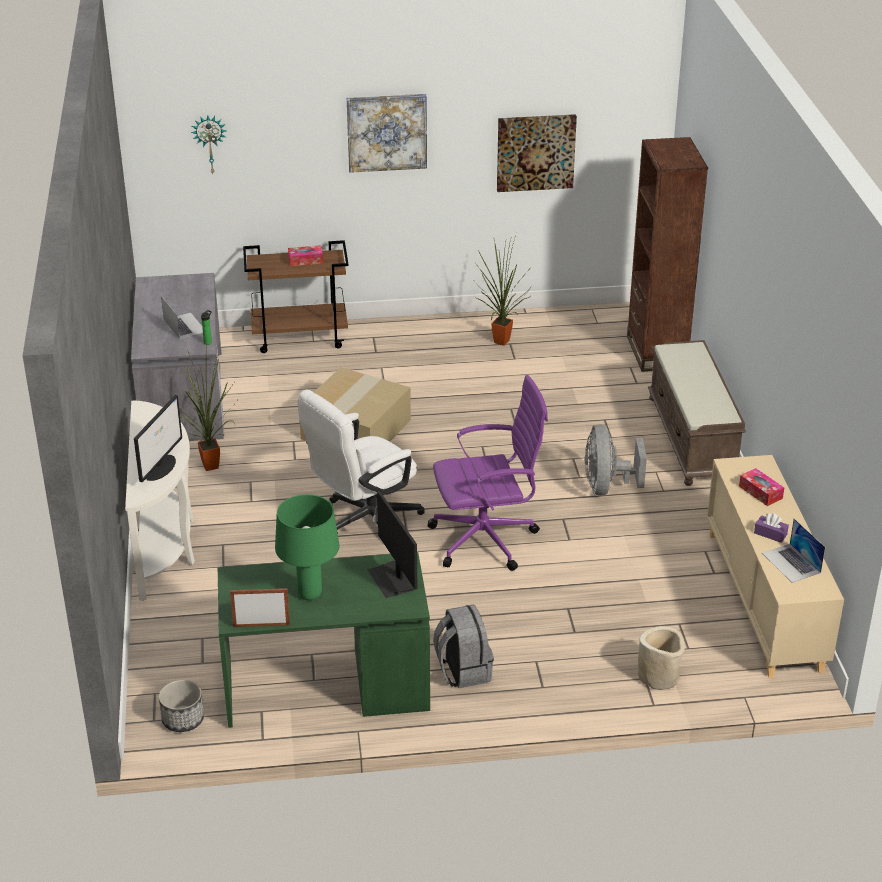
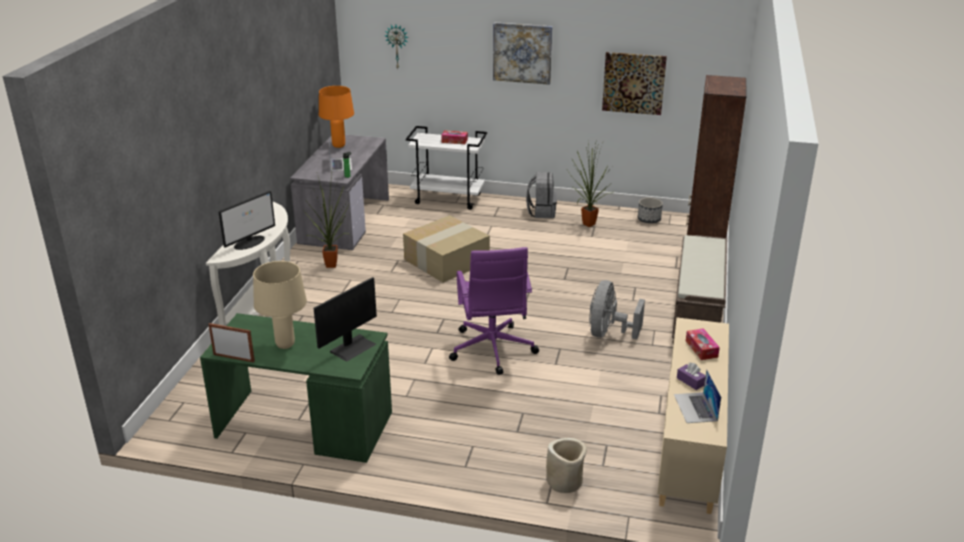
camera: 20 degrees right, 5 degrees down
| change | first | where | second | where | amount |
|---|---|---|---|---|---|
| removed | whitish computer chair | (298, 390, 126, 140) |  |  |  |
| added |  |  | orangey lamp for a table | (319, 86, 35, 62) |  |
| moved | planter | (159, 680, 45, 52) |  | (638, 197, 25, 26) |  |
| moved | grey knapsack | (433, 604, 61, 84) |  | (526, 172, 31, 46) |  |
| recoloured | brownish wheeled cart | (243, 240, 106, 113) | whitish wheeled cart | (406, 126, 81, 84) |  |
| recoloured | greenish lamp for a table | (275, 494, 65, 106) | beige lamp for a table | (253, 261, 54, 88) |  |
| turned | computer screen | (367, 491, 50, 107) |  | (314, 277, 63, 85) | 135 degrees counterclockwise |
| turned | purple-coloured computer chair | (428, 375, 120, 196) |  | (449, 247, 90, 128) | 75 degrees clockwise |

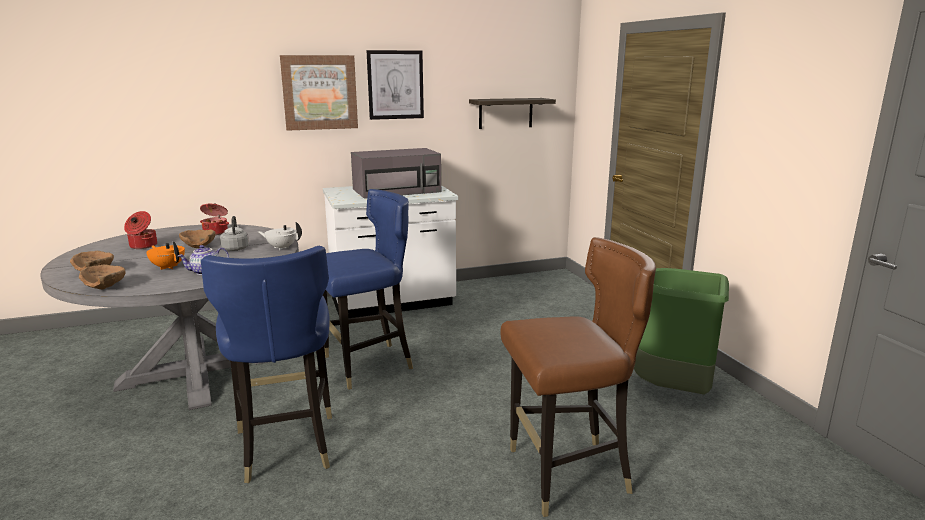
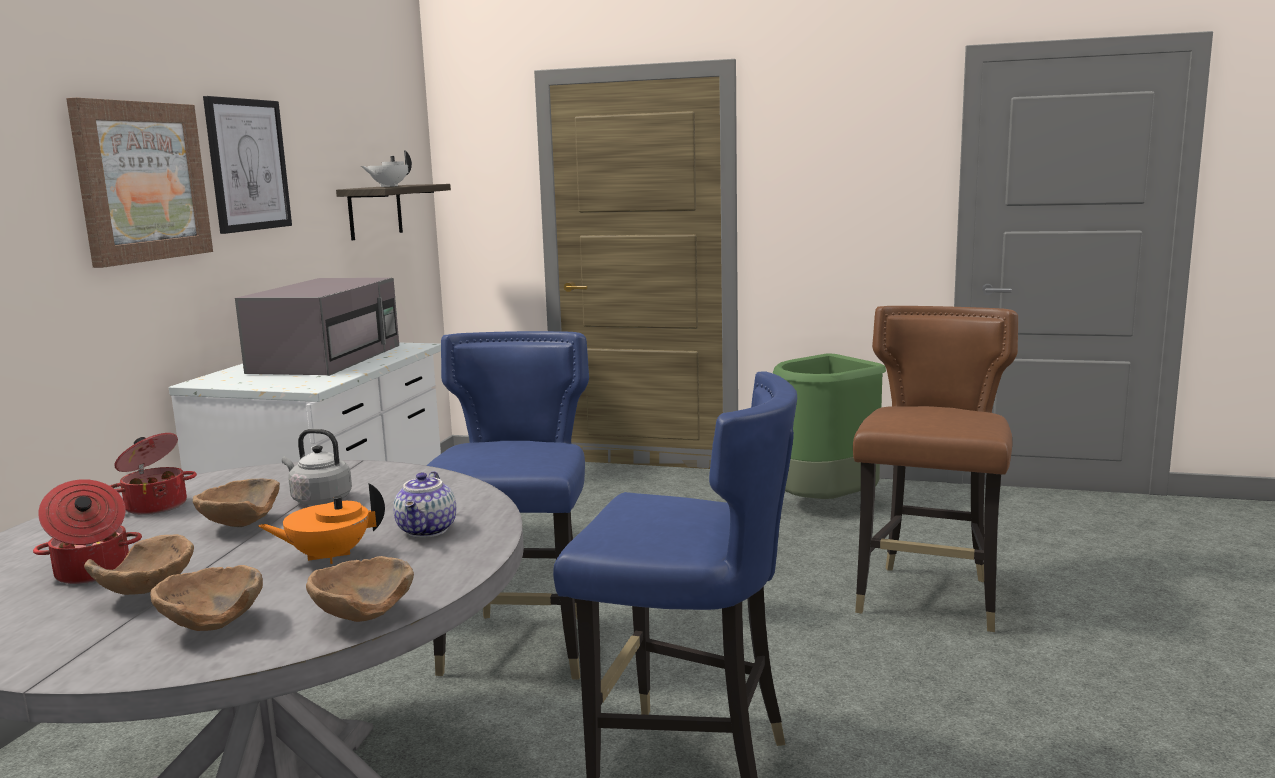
camera: 55 degrees left, 5 degrees down
| change | first | where | second | where | amount |
|---|---|---|---|---|---|
| added |  |  | brownish deep dish | (84, 534, 110, 61) |  |
| moved | whitish pot for tea | (257, 222, 45, 28) |  | (361, 150, 51, 37) |  |

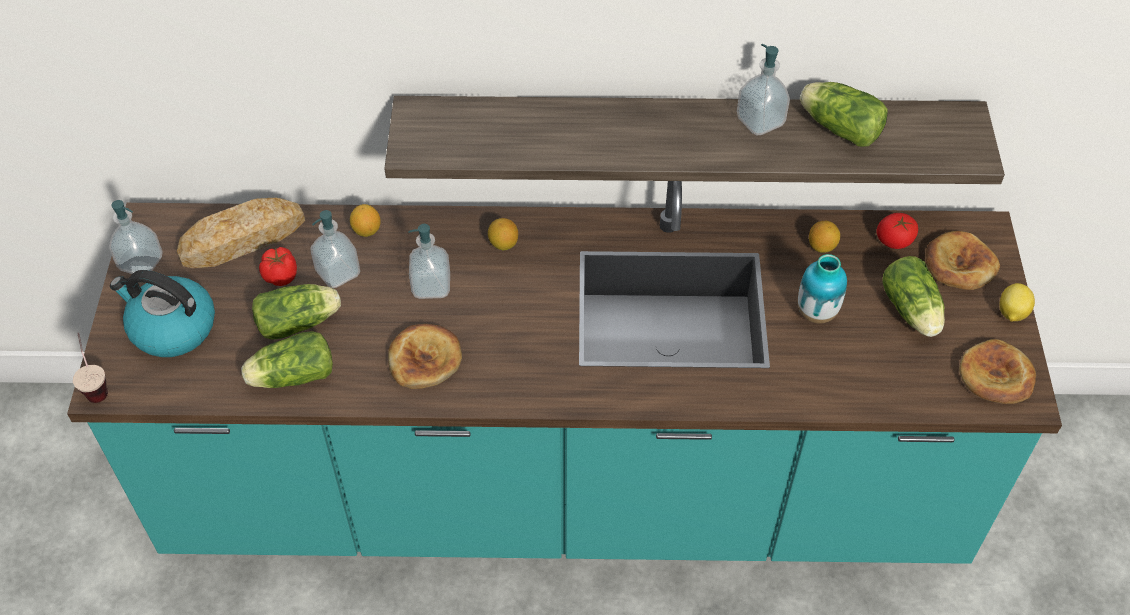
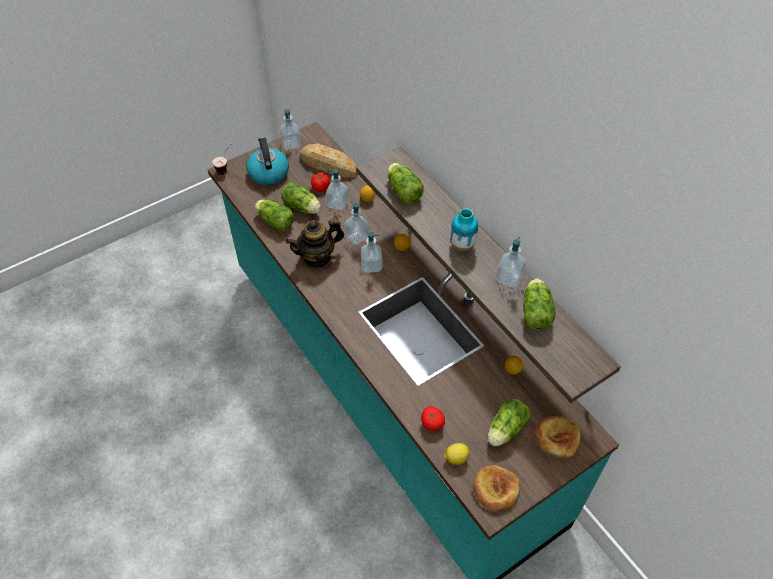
camera: 55 degrees right, 0 degrees up
| change | first | where | second | where | amount |
|---|---|---|---|---|---|
| added |  |  | liquid soap bottle | (361, 232, 21, 41) |  |
| added |  |  | head of lettuce | (387, 163, 37, 41) |  |
| moved | flower vase | (798, 254, 49, 70) |  | (451, 208, 27, 43) |  |
| moved | whole tomato | (876, 213, 42, 36) |  | (421, 406, 24, 25) |  |
| moved | whole lemon | (1000, 283, 35, 39) |  | (444, 443, 26, 22) |  |
| replaced | baked bread | (388, 324, 74, 65) | pot for tea | (286, 218, 58, 50) |  |

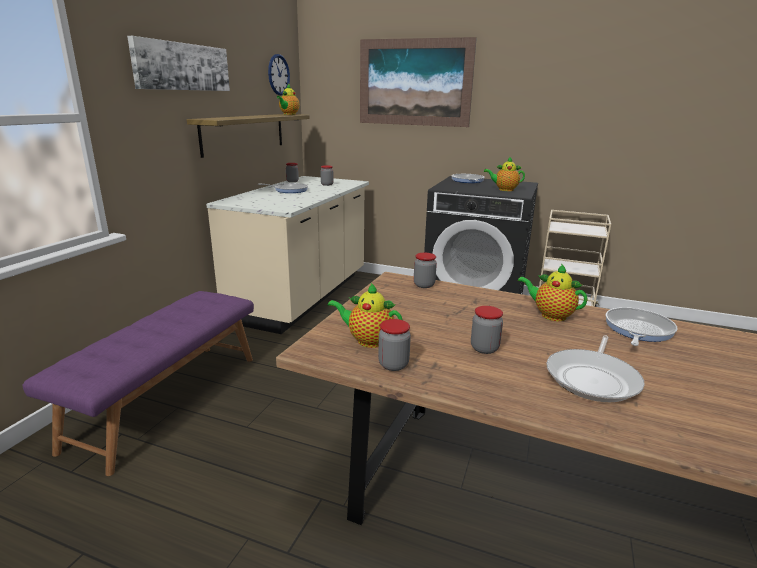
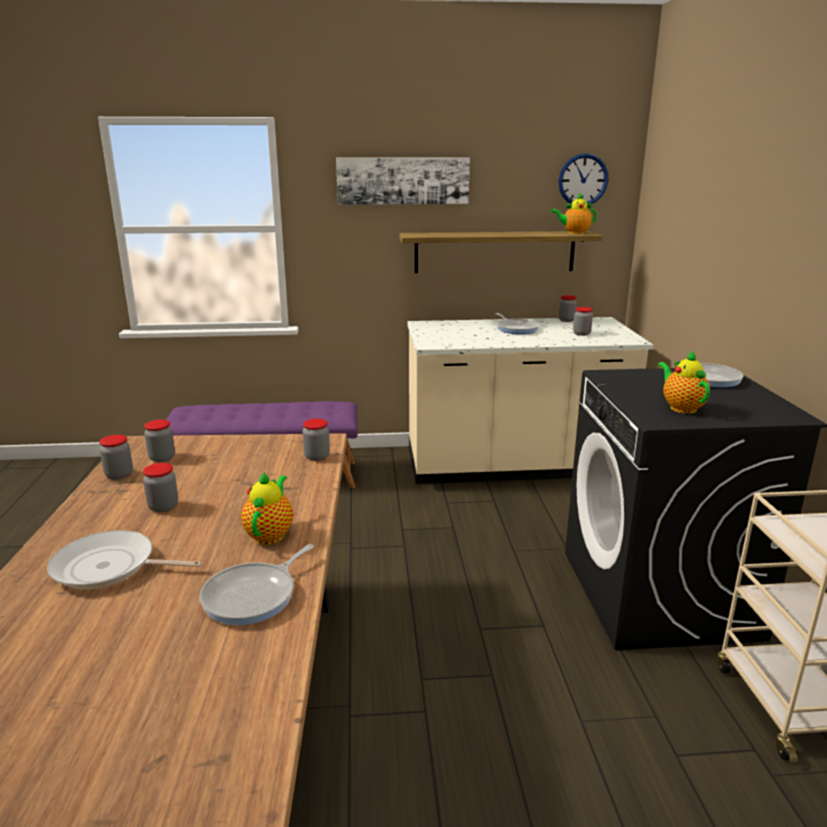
camera: 65 degrees right, 0 degrees up
| change | first | where | second | where | amount |
|---|---|---|---|---|---|
| removed | picture | (360, 37, 117, 90) |  |  |  |
| replaced | pot for tea | (328, 283, 74, 65) | preserve jar | (144, 420, 31, 42) |  |
| turned | skillet | (606, 307, 72, 39) |  | (200, 544, 114, 81) | 120 degrees clockwise |

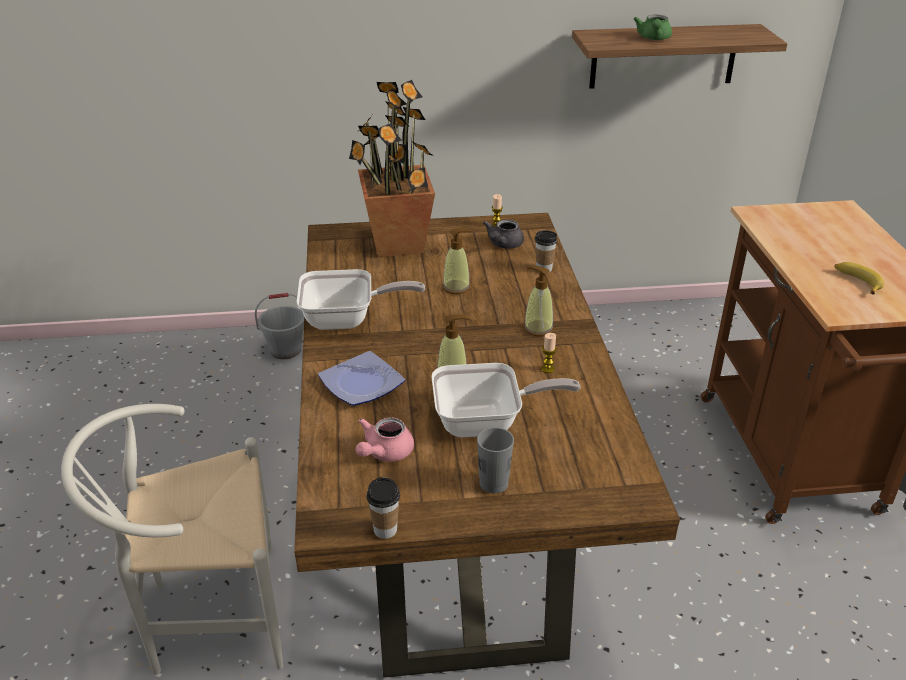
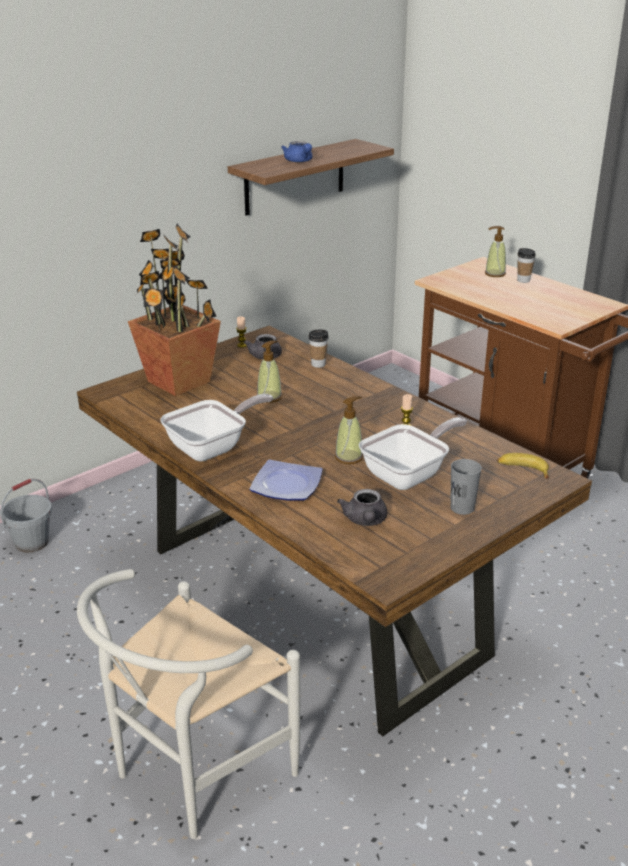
camera: 35 degrees left, 5 degrees down
| change | first | where | second | where | amount |
|---|---|---|---|---|---|
| moved | small cup | (367, 477, 33, 62) |  | (517, 248, 19, 35) |  |
| moved | liquid soap bottle | (524, 266, 29, 70) |  | (485, 226, 21, 51) |  |
| moved | whole banana | (835, 262, 49, 33) |  | (497, 453, 52, 25) |  |
| recoloured | pink-coloured pot for tea | (356, 417, 58, 45) | grey pot for tea | (337, 489, 50, 37) |  |
| recoloured | greenish pot for tea | (634, 15, 38, 25) | blue pot for tea | (281, 141, 32, 21) |  |

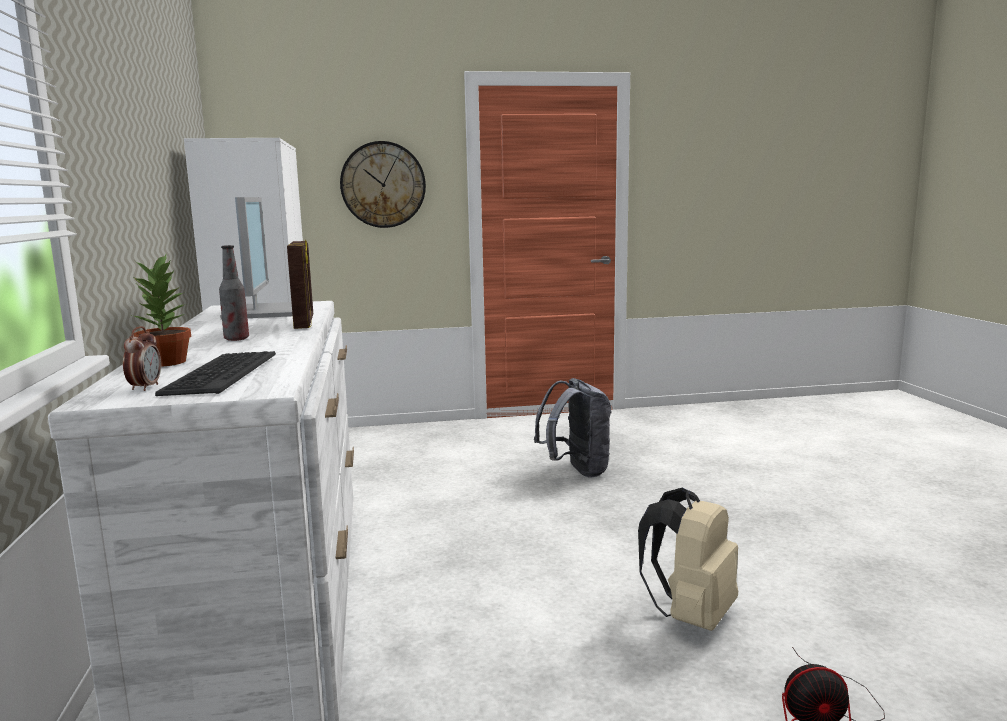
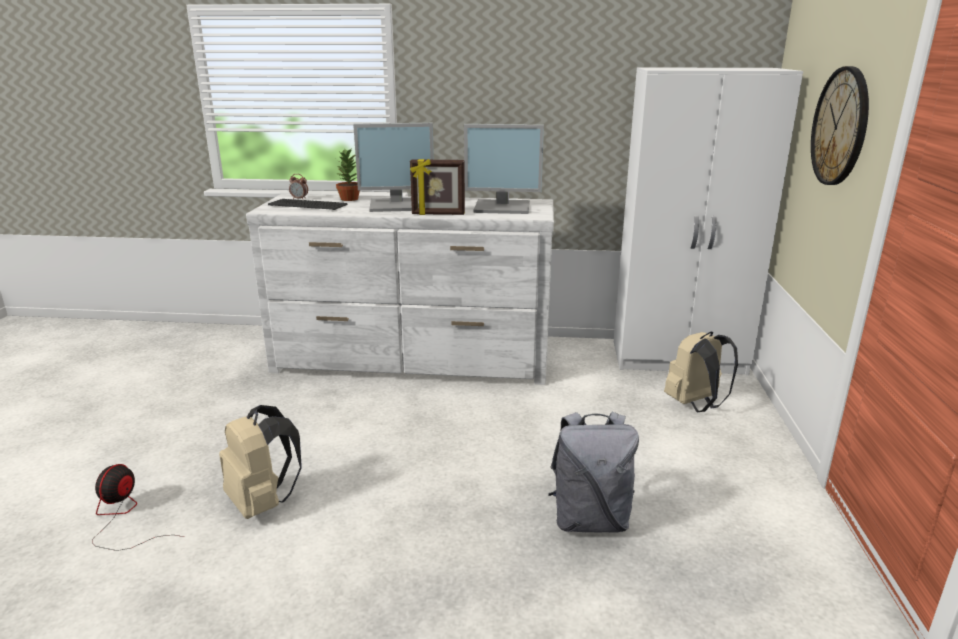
camera: 105 degrees right, 10 degrees up
| change | first | where | second | where | amount |
|---|---|---|---|---|---|
| added |  |  | beige knapsack | (664, 332, 74, 80) |  |
| replaced | beverage bottle | (219, 245, 30, 96) | computer screen | (353, 123, 81, 89) |  |

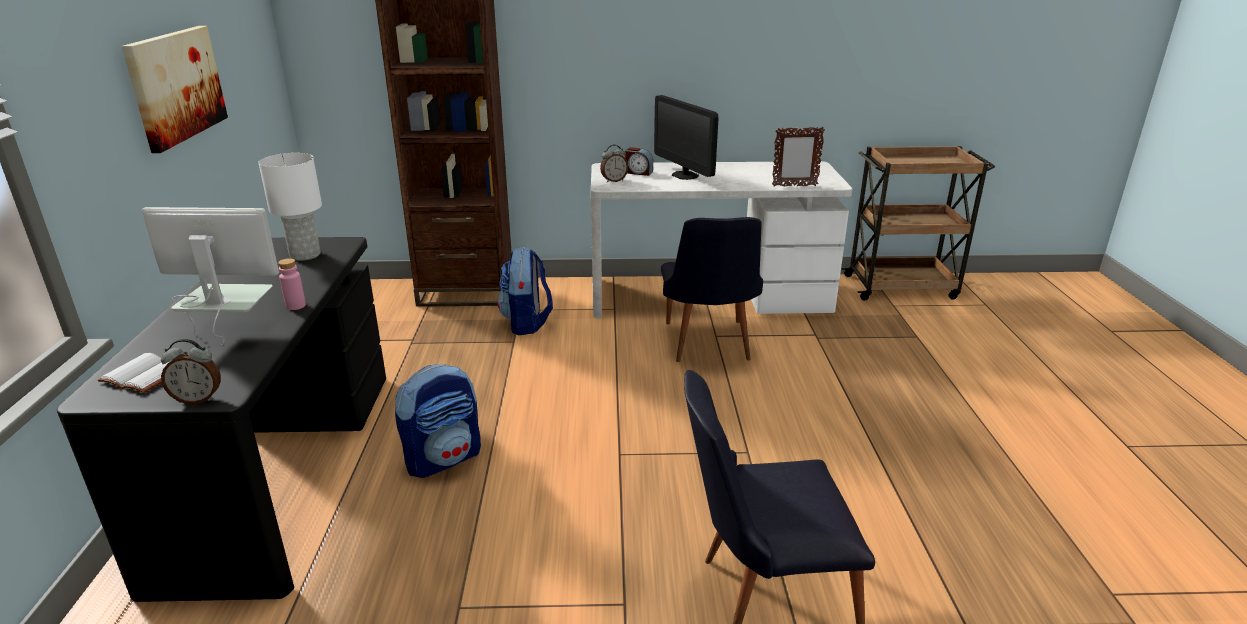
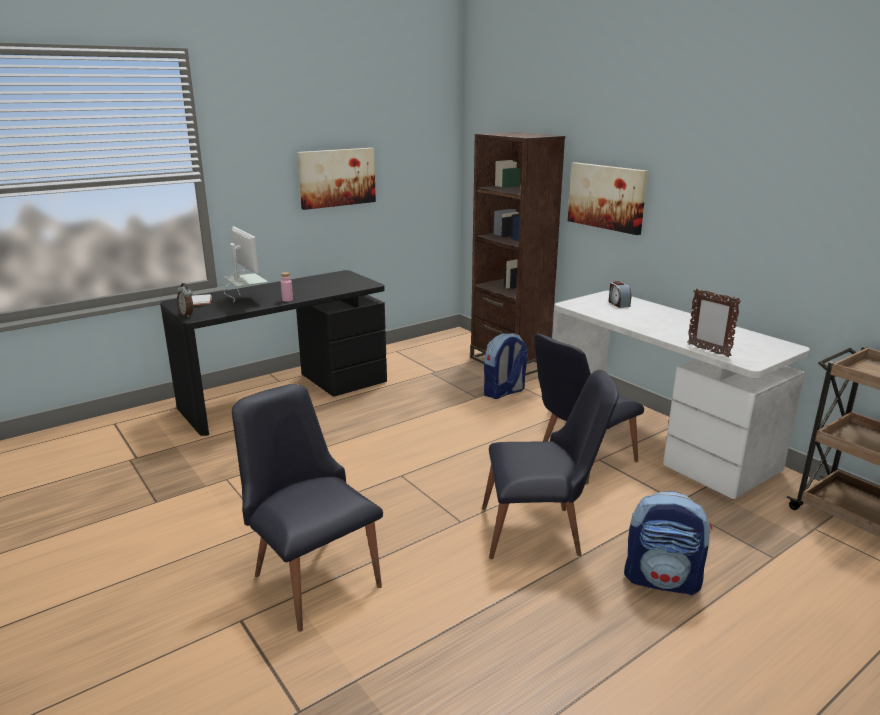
camera: 55 degrees right, 5 degrees down
| change | first | where | second | where | amount |
|---|---|---|---|---|---|
| removed | whitish lamp for a table | (258, 153, 64, 108) |  |  |  |
| removed | bedside clock | (600, 145, 28, 38) |  |  |  |
| removed | computer screen | (654, 95, 65, 85) |  |  |  |
| added |  |  | black-coloured upright chair | (482, 370, 137, 189) |  |
| added |  |  | picture | (568, 162, 80, 73) |  |
| moved | knapsack | (395, 364, 86, 114) |  | (624, 491, 88, 104) |  |

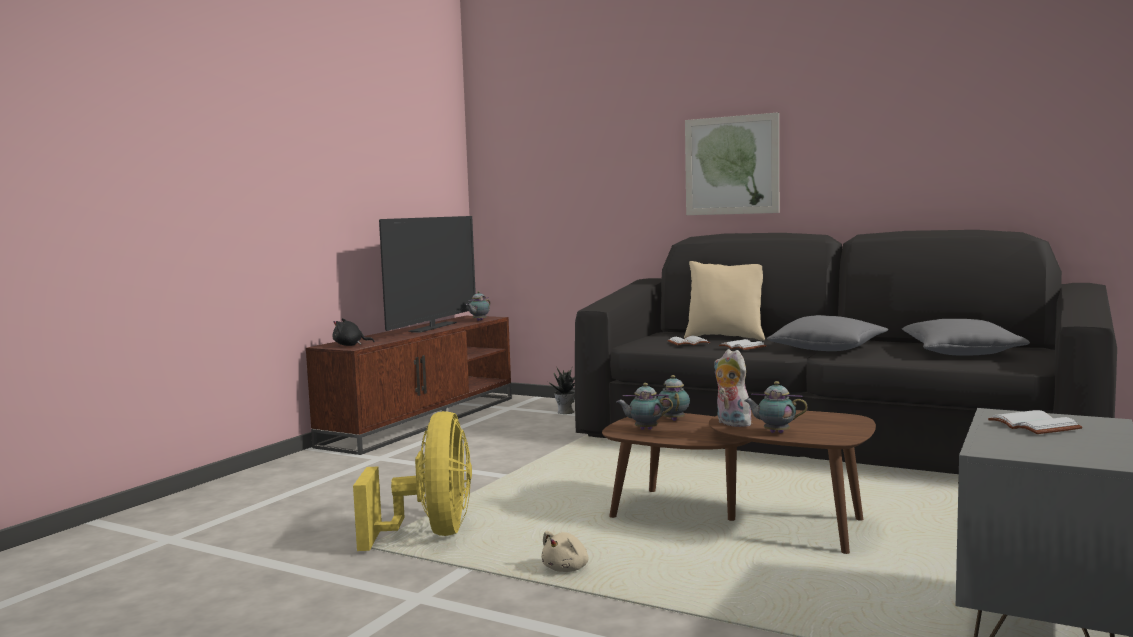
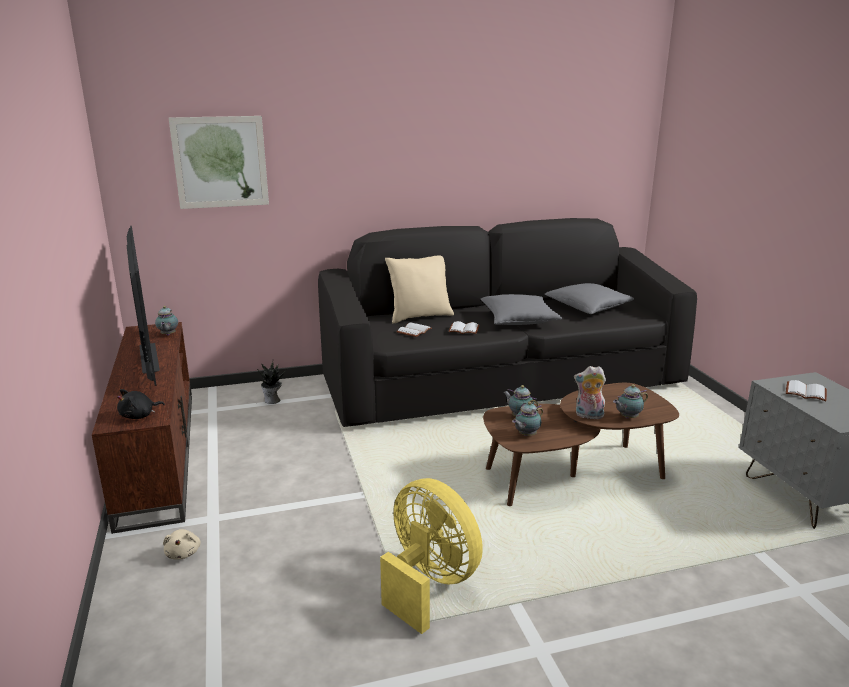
camera: 45 degrees left, 15 degrees up
| change | first | where | second | where | amount |
|---|---|---|---|---|---|
| moved | beige soft toy | (541, 531, 48, 41) |  | (163, 529, 38, 31) |  |
| moved | picture | (685, 112, 94, 103) |  | (169, 116, 100, 93) |  |

